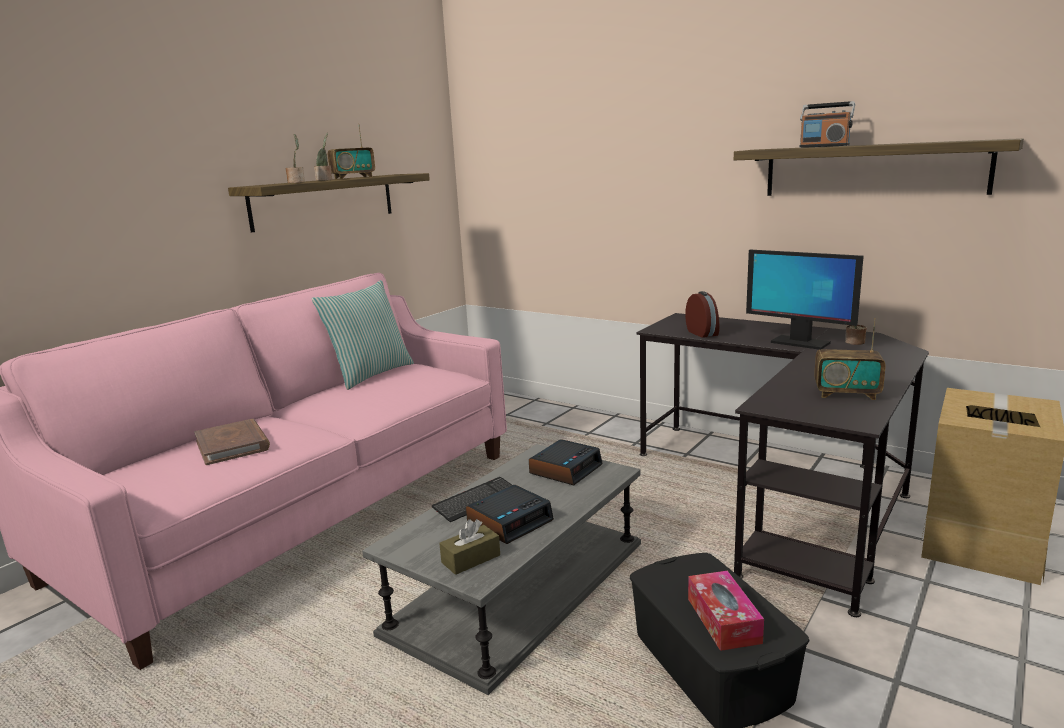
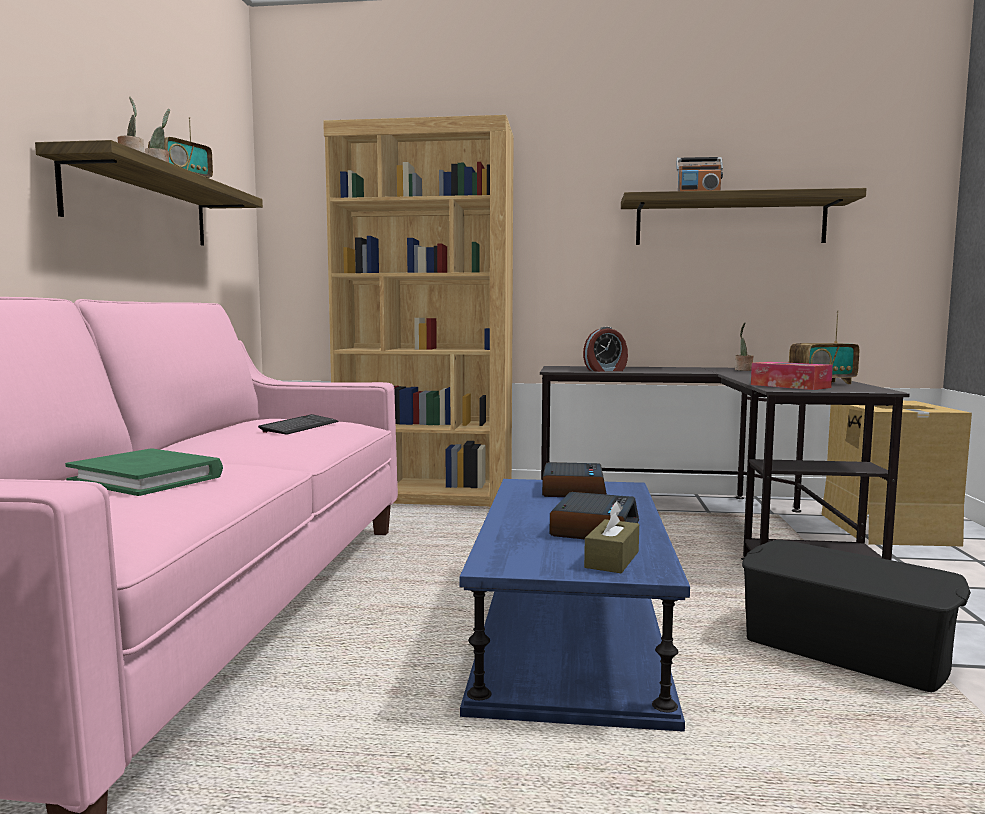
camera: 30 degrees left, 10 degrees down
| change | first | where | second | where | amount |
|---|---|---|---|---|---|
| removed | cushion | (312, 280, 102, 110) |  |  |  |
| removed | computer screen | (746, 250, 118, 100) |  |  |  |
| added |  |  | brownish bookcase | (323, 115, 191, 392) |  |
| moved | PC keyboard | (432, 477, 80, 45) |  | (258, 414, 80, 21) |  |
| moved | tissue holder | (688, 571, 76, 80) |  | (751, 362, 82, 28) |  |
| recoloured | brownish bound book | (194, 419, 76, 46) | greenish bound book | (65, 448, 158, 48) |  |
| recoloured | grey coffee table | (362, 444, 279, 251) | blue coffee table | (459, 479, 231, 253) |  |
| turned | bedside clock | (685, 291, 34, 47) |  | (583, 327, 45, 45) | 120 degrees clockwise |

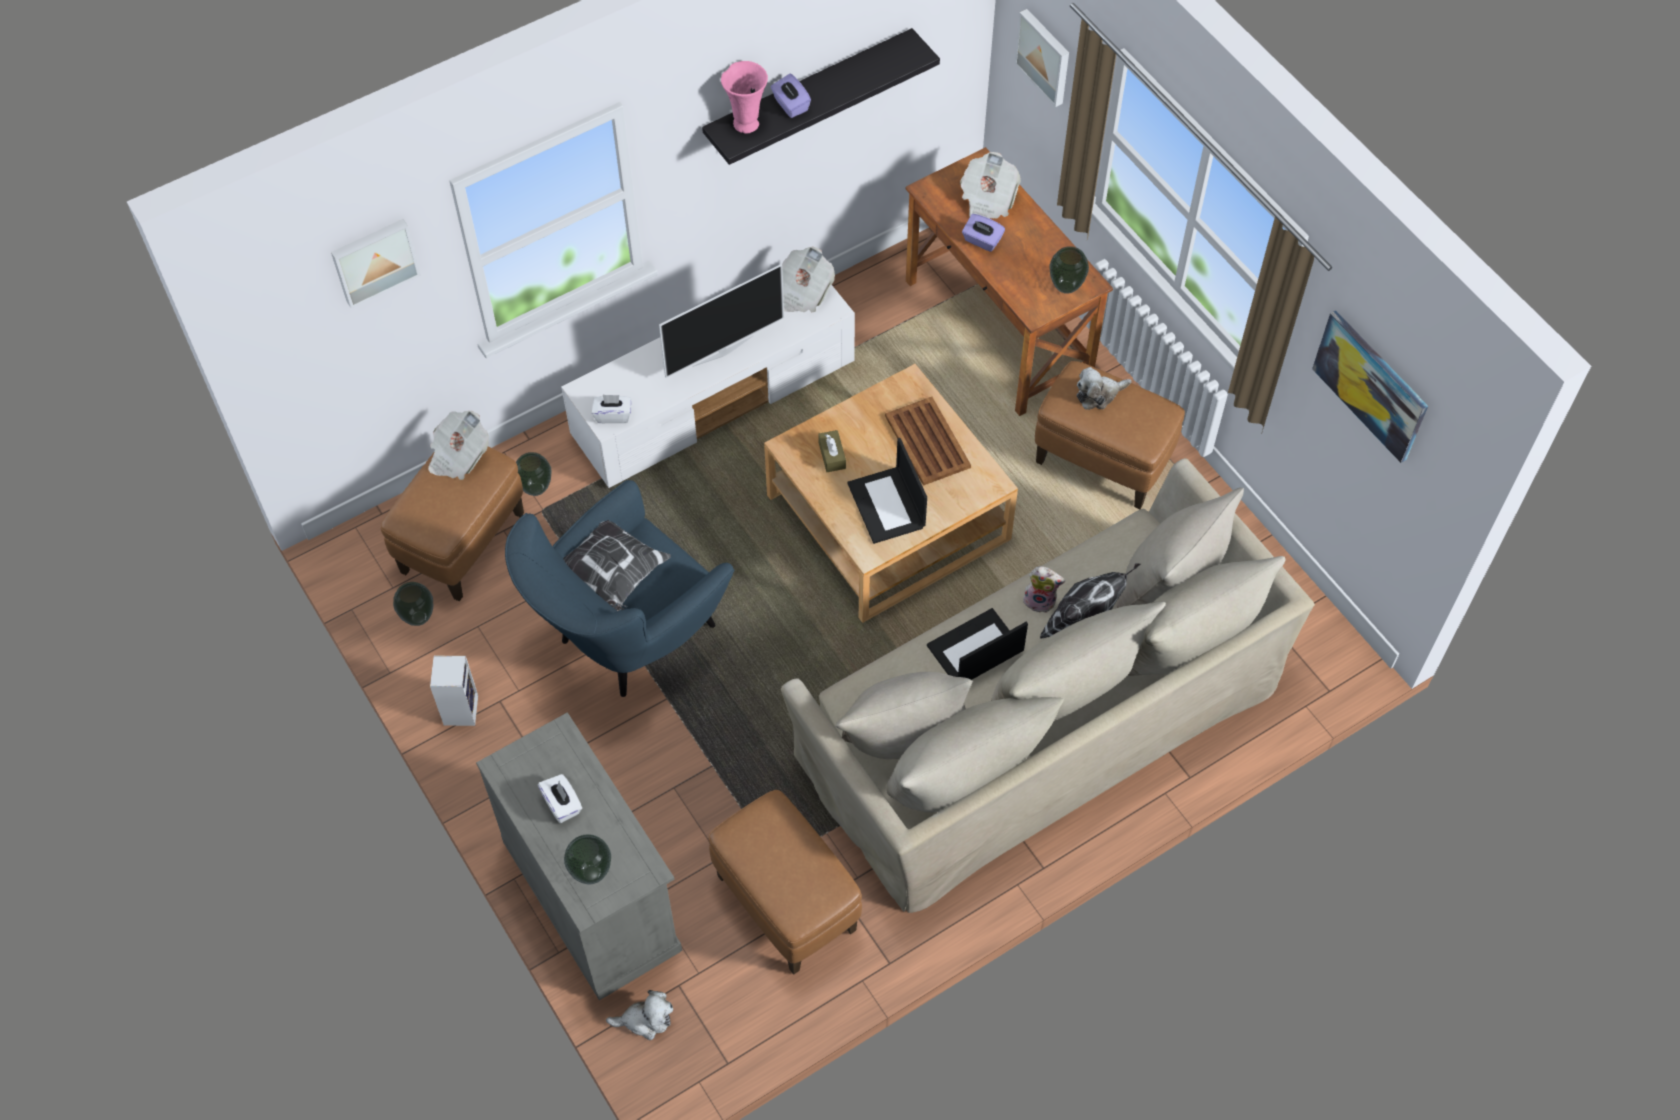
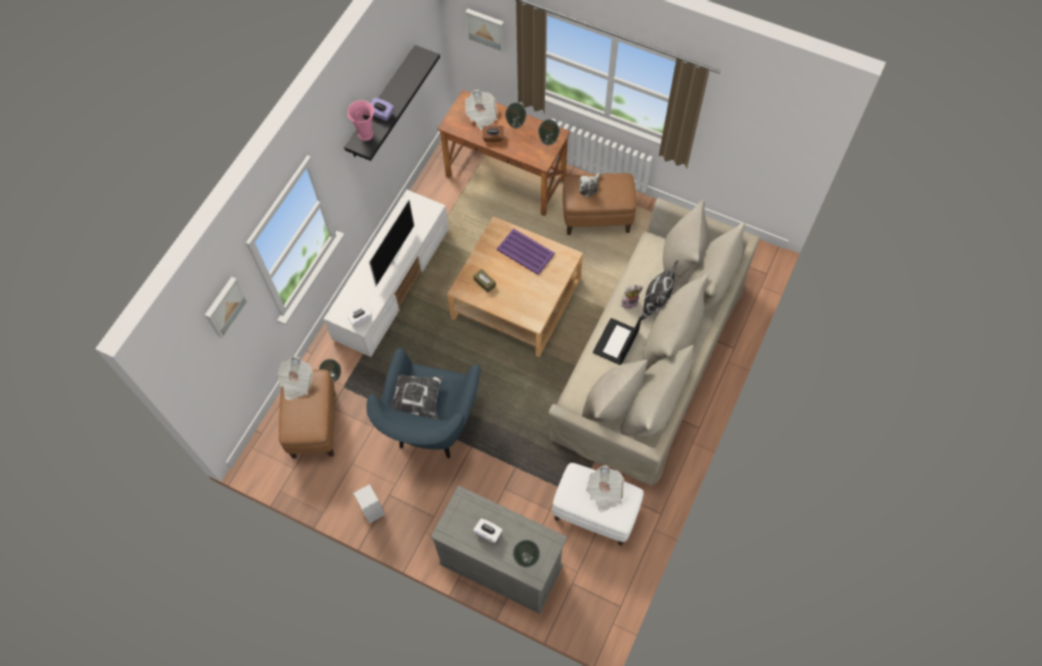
camera: 30 degrees left, 5 degrees up
| change | first | where | second | where | amount |
|---|---|---|---|---|---|
| removed | soft toy | (606, 990, 67, 50) |  |  |  |
| removed | laptop | (847, 438, 80, 106) |  |  |  |
| removed | picture | (1312, 310, 116, 153) |  |  |  |
| moved | flower vase | (393, 582, 40, 44) |  | (505, 103, 22, 26) |  |
| moved | daily paper | (782, 247, 53, 65) |  | (586, 465, 38, 47) |  |
| recoloured | brownish footrest | (708, 790, 154, 185) | whitish footrest | (552, 463, 92, 83) |  |
| recoloured | brownish serving tray | (885, 397, 86, 89) | purple-coloured serving tray | (497, 228, 58, 47) |  |
| recoloured | purple-coloured tissue holder | (962, 214, 43, 38) | brownish tissue holder | (482, 125, 22, 17) |  |

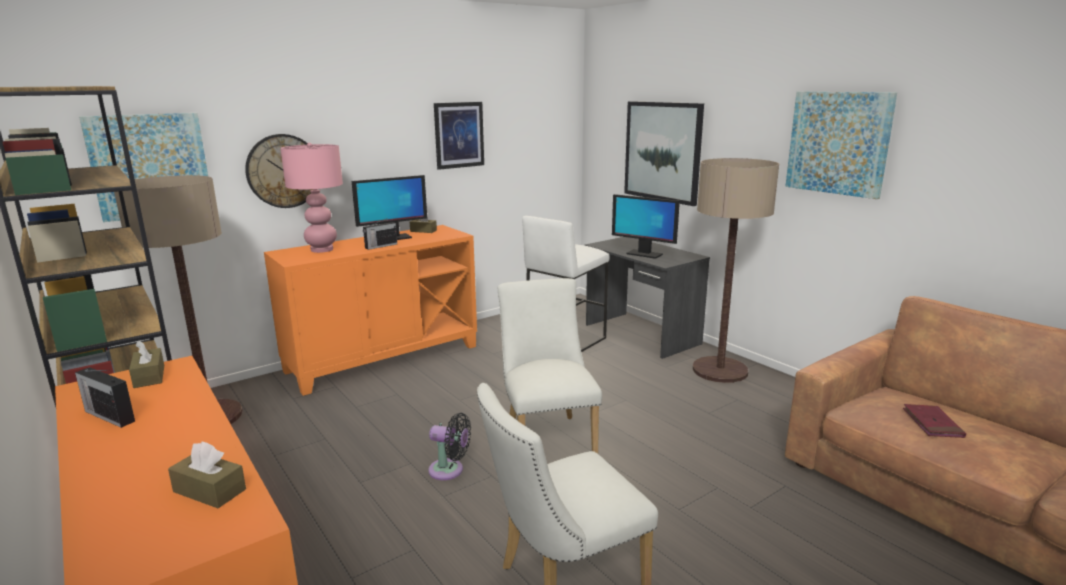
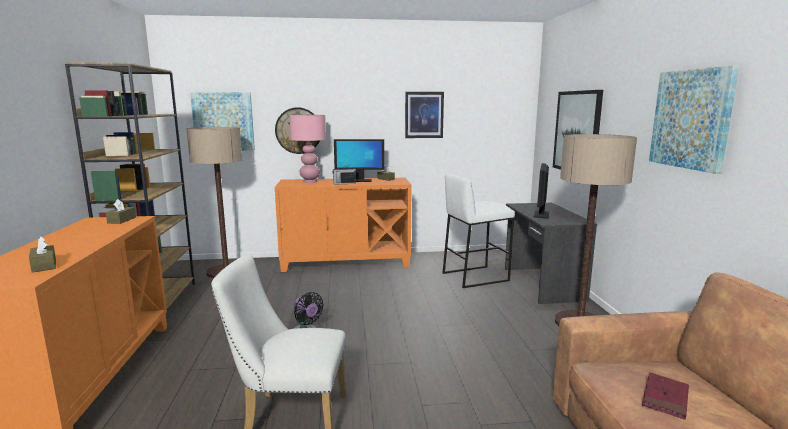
camera: 30 degrees right, 5 degrees down
| change | first | where | second | where | amount |
|---|---|---|---|---|---|
| removed | radio | (75, 367, 60, 61) |  |  |  |
| removed | whitish upright chair | (498, 278, 104, 176) |  |  |  |
| turned | computer screen | (612, 194, 68, 65) |  | (534, 163, 15, 56) | 45 degrees clockwise |

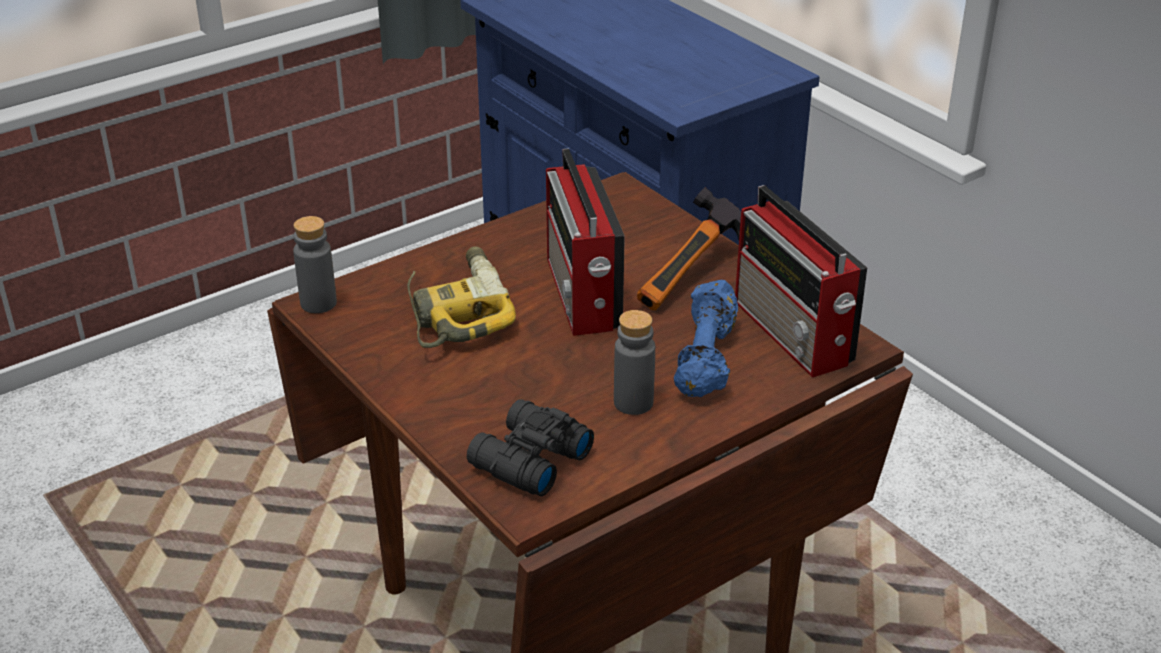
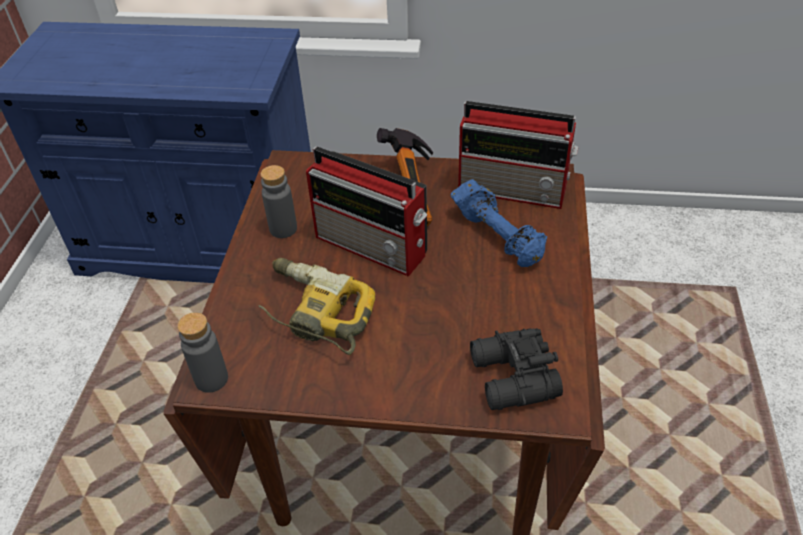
camera: 45 degrees left, 10 degrees up
| change | first | where | second | where | amount |
|---|---|---|---|---|---|
| moved | grey beverage bottle | (614, 310, 41, 105) |  | (261, 165, 36, 73) |  |

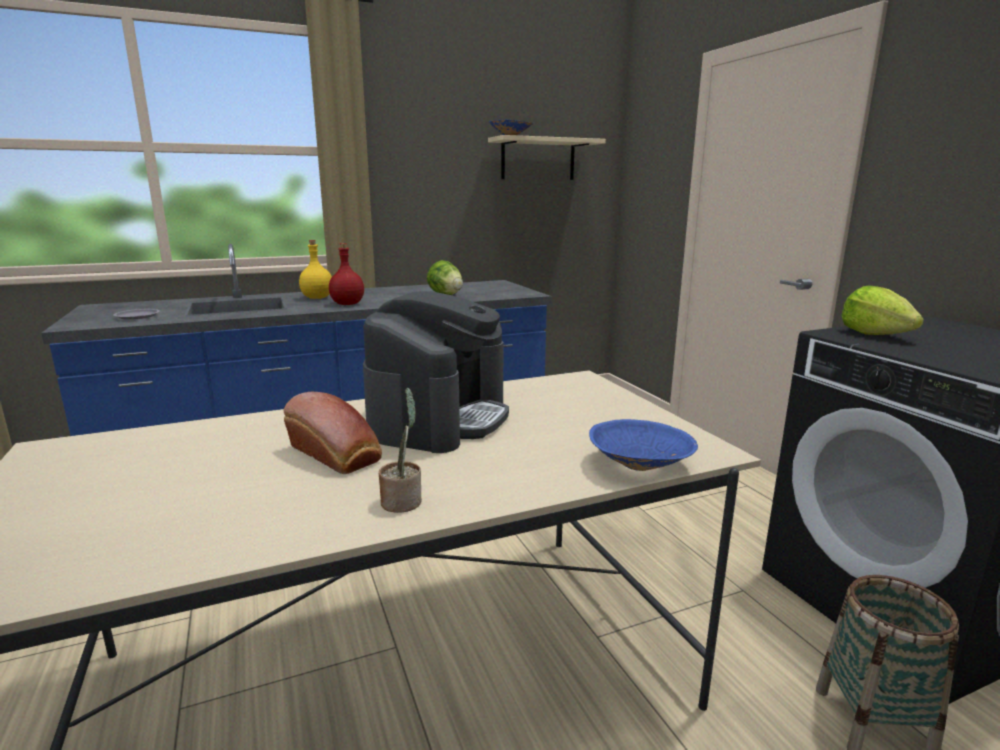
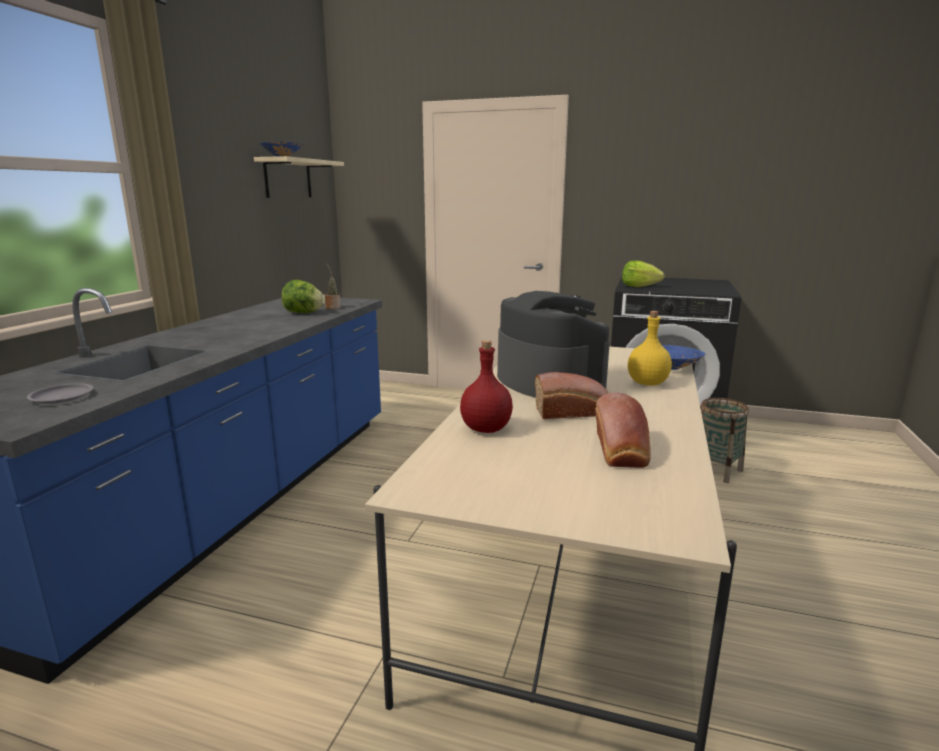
camera: 50 degrees left, 0 degrees up
| change | first | where | second | where | amount |
|---|---|---|---|---|---|
| added |  |  | baked bread | (595, 392, 56, 76) |  |
| moved | yellow beverage bottle | (299, 240, 33, 59) |  | (628, 311, 44, 75) |  |
| moved | red-coloured beverage bottle | (329, 243, 35, 62) |  | (460, 340, 53, 93) |  |
| moved | plant in a pot | (379, 388, 43, 125) |  | (324, 264, 17, 45) |  |

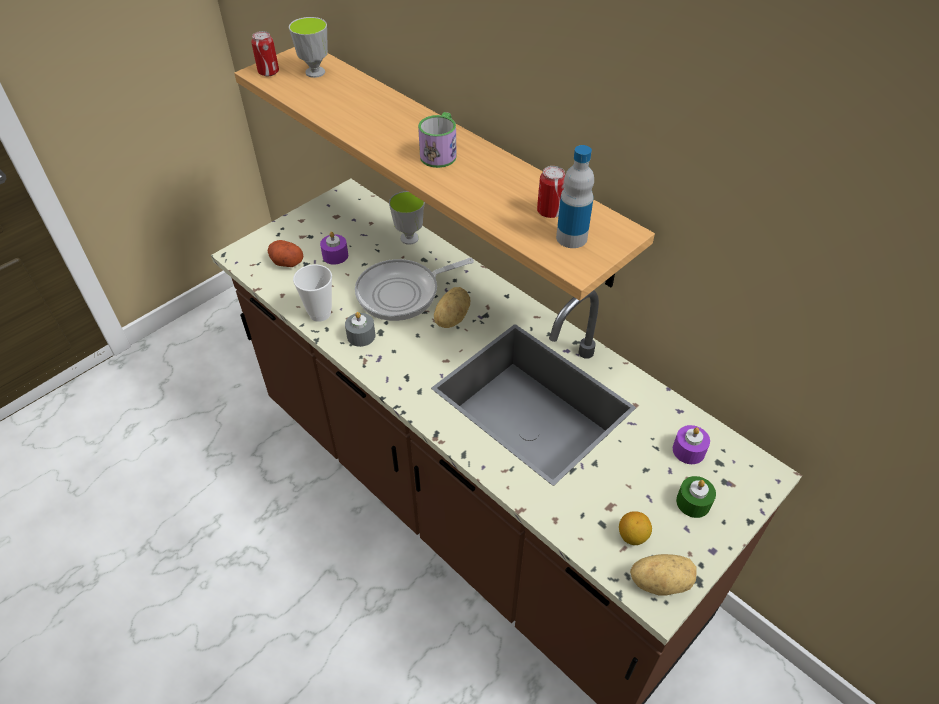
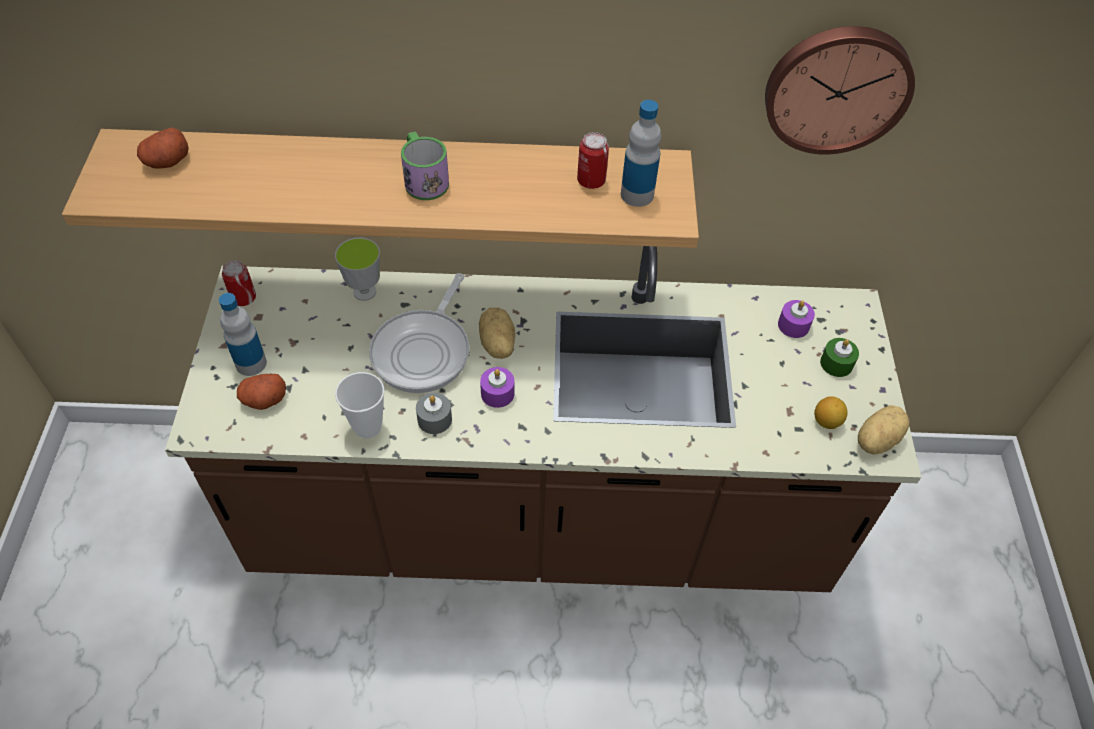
camera: 45 degrees left, 5 degrees up
| change | first | where | second | where | amount |
|---|---|---|---|---|---|
| added |  |  | beverage bottle | (219, 293, 48, 83) |  |
| added |  |  | clock on the wall | (765, 26, 150, 129) |  |
| moved | can | (251, 31, 28, 45) |  | (222, 260, 34, 46) |  |
| moved | purple-coloured wax light | (320, 232, 28, 33) |  | (480, 367, 35, 41) |  |
| replaced | small cup | (289, 17, 39, 61) | whole potato | (137, 127, 52, 42) |  |

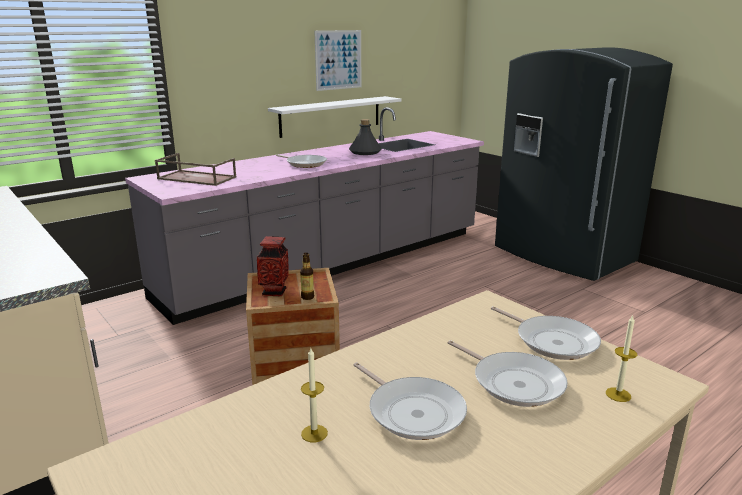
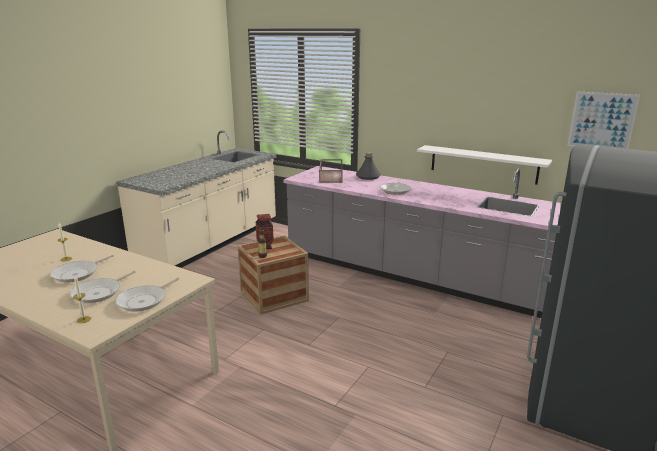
camera: 70 degrees right, 0 degrees up
| change | first | where | second | where | amount |
|---|---|---|---|---|---|
| moved | picture | (314, 30, 47, 61) |  | (567, 91, 73, 58) |  |
| moved | grey beverage bottle | (349, 119, 33, 36) |  | (356, 152, 25, 28) |  |

